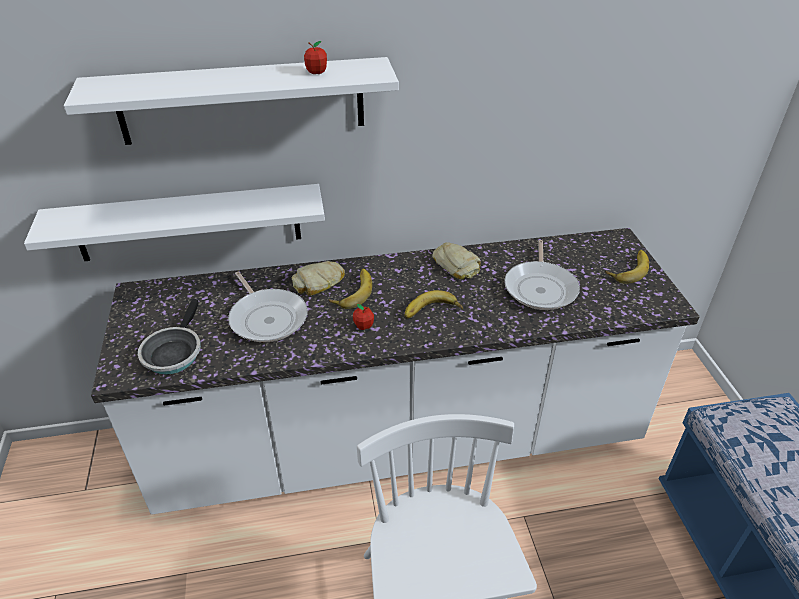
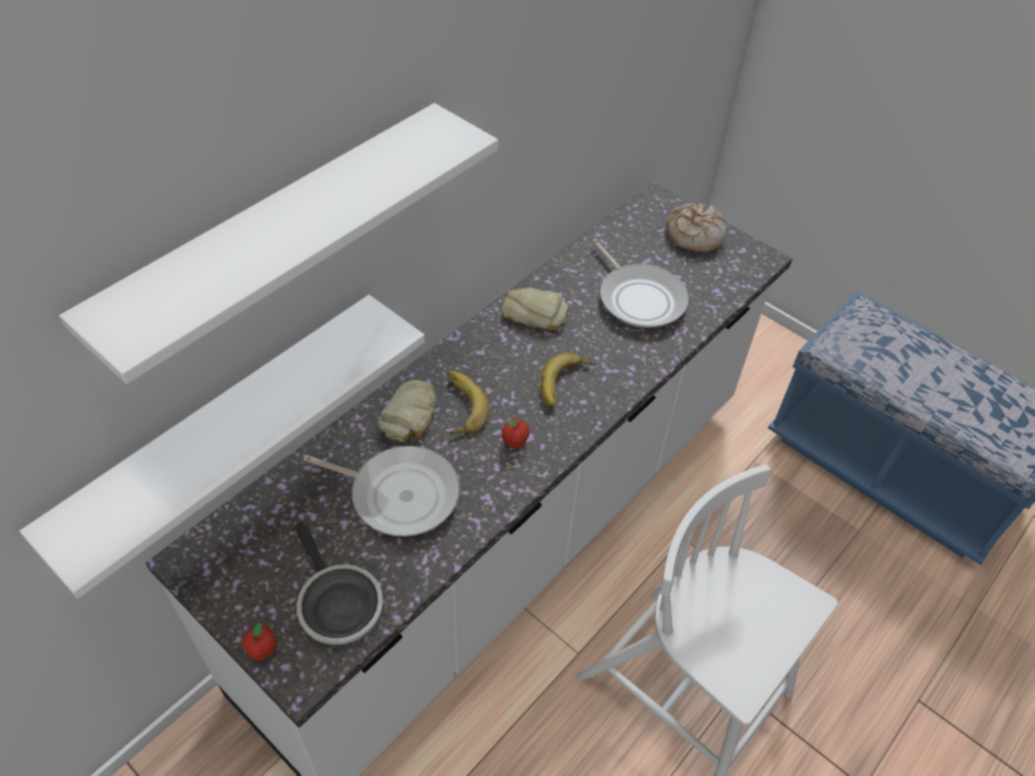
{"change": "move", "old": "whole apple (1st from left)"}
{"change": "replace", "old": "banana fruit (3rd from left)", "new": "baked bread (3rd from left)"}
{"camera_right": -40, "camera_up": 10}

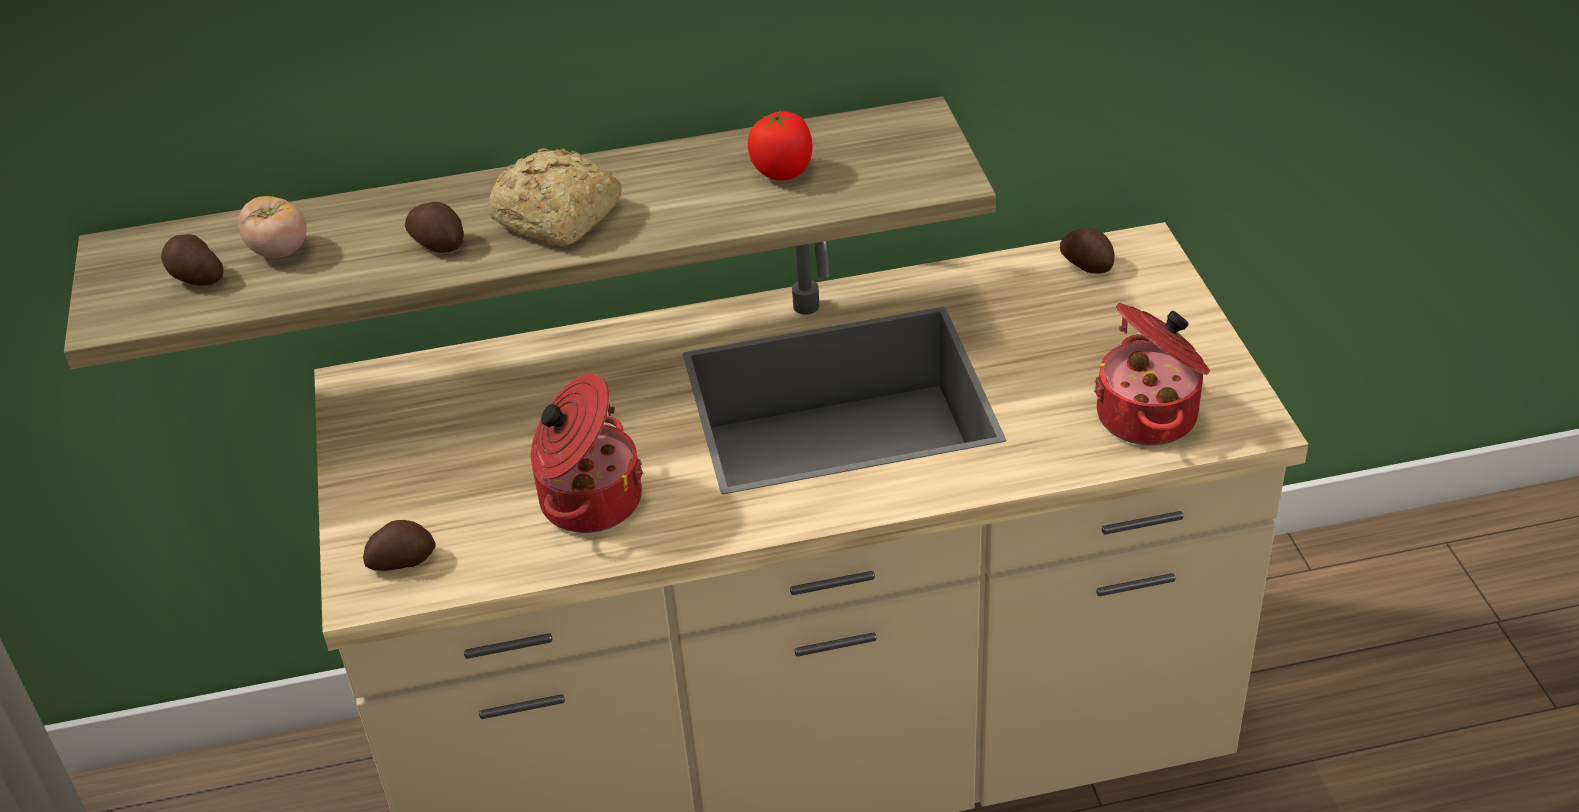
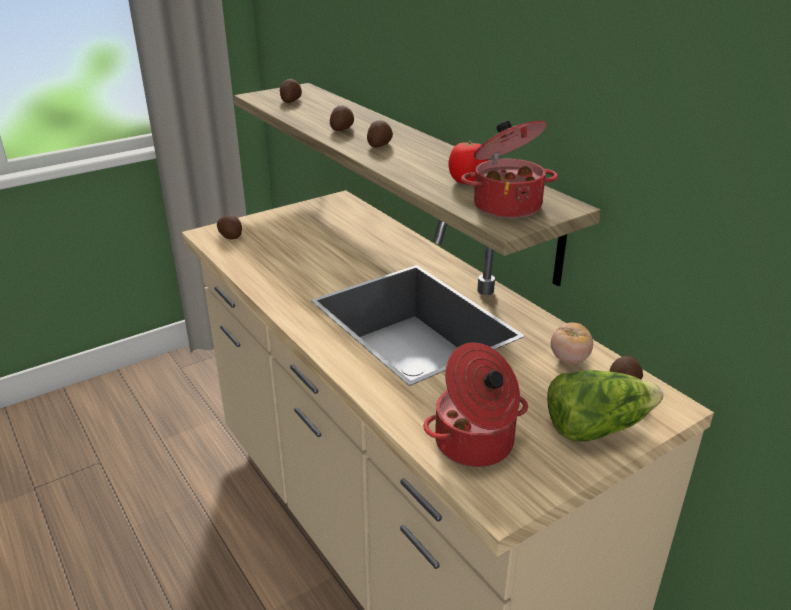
{"change": "insert", "new": "lettuce"}
{"change": "move", "old": "fresh tomato (1st from left in the first image)", "new": "fresh tomato (2nd from left)"}
{"change": "move", "old": "cooking pot (1st from left in the first image)", "new": "cooking pot (2nd from left)"}
{"change": "replace", "old": "baked bread", "new": "potato (4th from left)"}
{"camera_right": 65, "camera_up": -10}

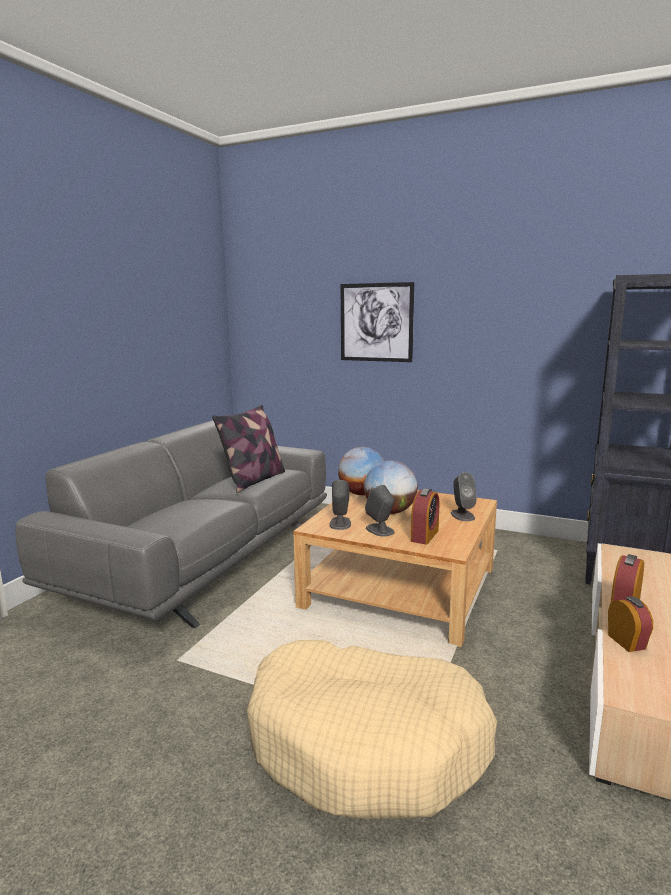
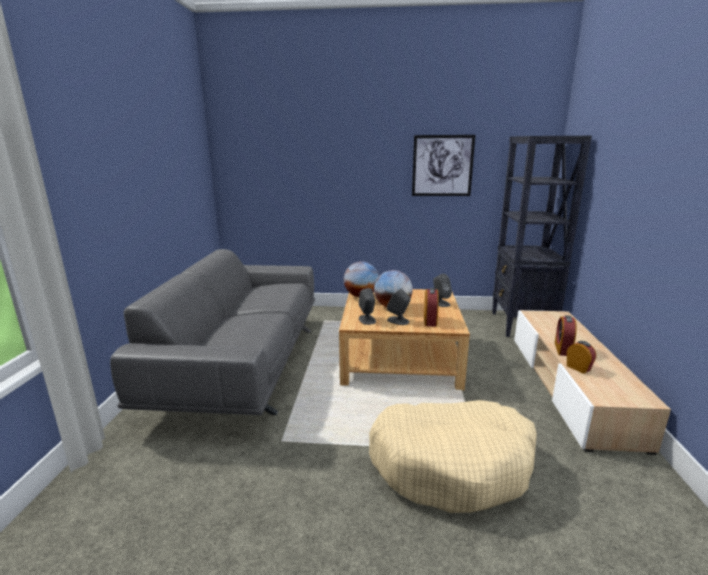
{"change": "delete", "old": "cushion"}
{"change": "move", "old": "picture"}
{"camera_right": -20, "camera_up": 5}

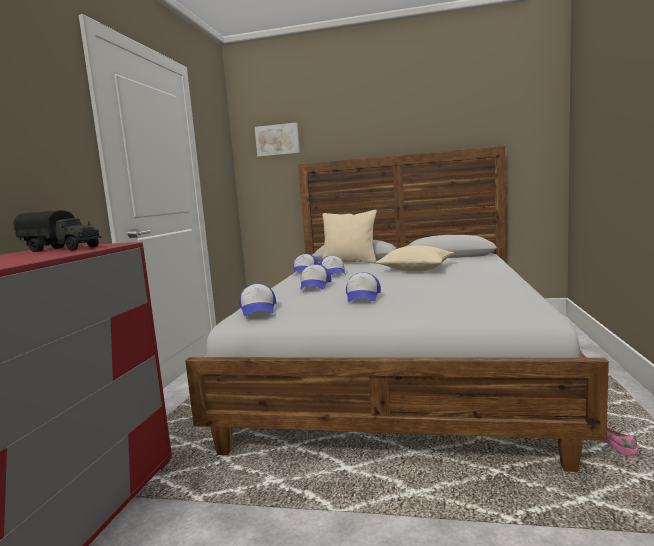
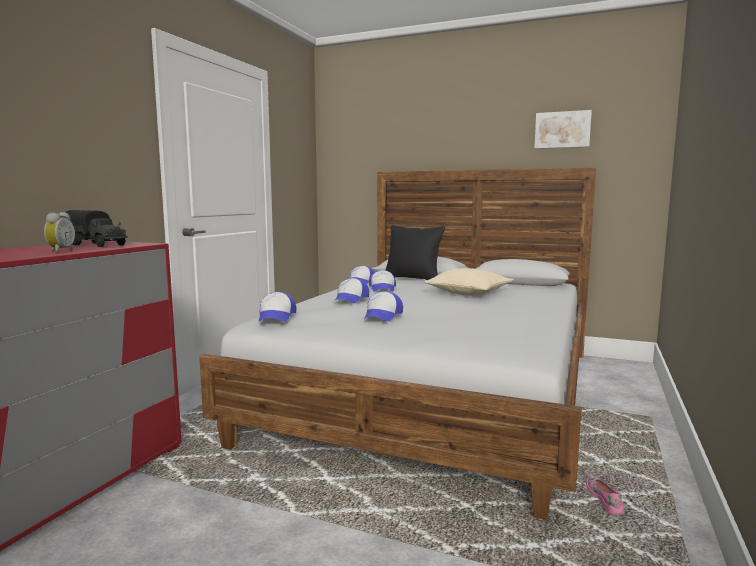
{"change": "insert", "new": "table clock"}
{"change": "move", "old": "picture"}
{"change": "recolor", "old": "cushion in beige-coloured (1st from left)", "new": "cushion in black"}
{"camera_right": 10, "camera_up": 0}

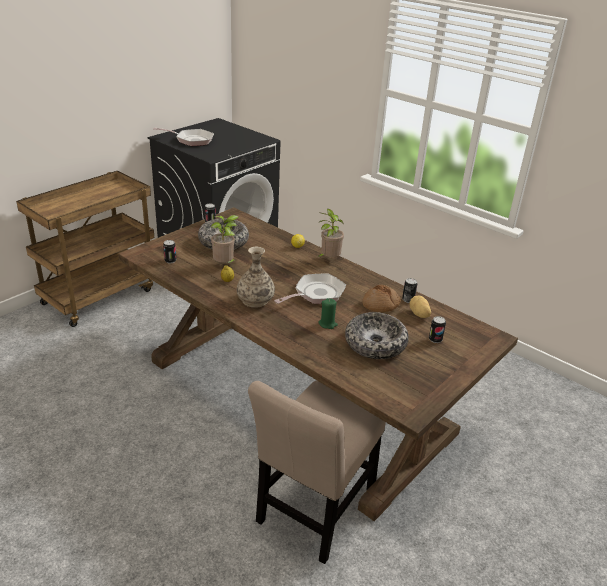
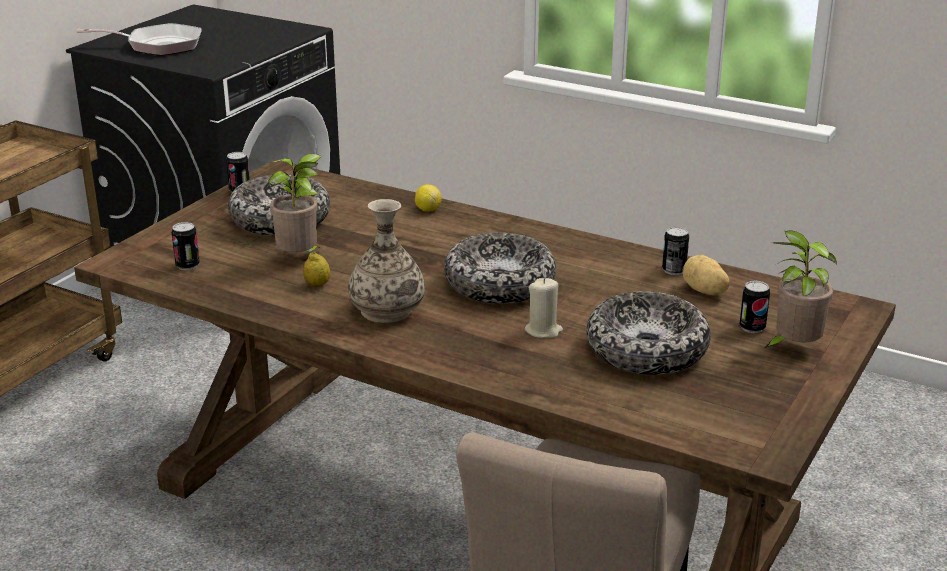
{"change": "delete", "old": "baked bread"}
{"change": "move", "old": "houseplant (2nd from left)"}
{"change": "replace", "old": "pan (2nd from left)", "new": "bowl (2nd from left)"}
{"change": "recolor", "old": "candle in greenish", "new": "candle in beige-coloured"}
{"camera_right": -10, "camera_up": -5}

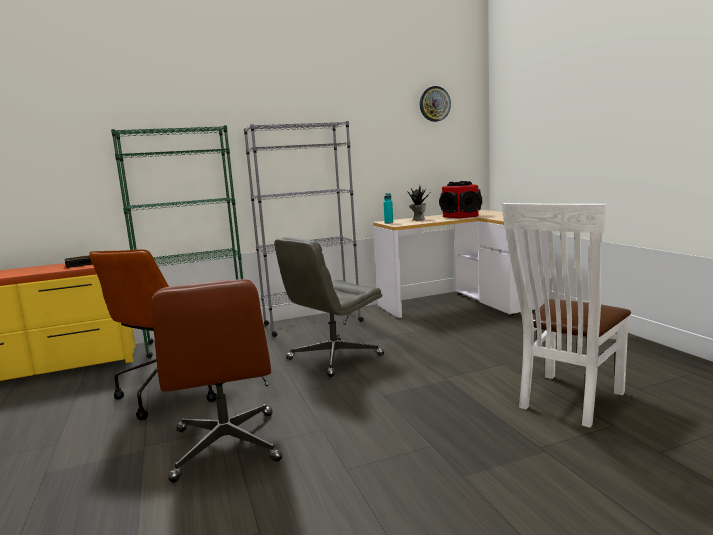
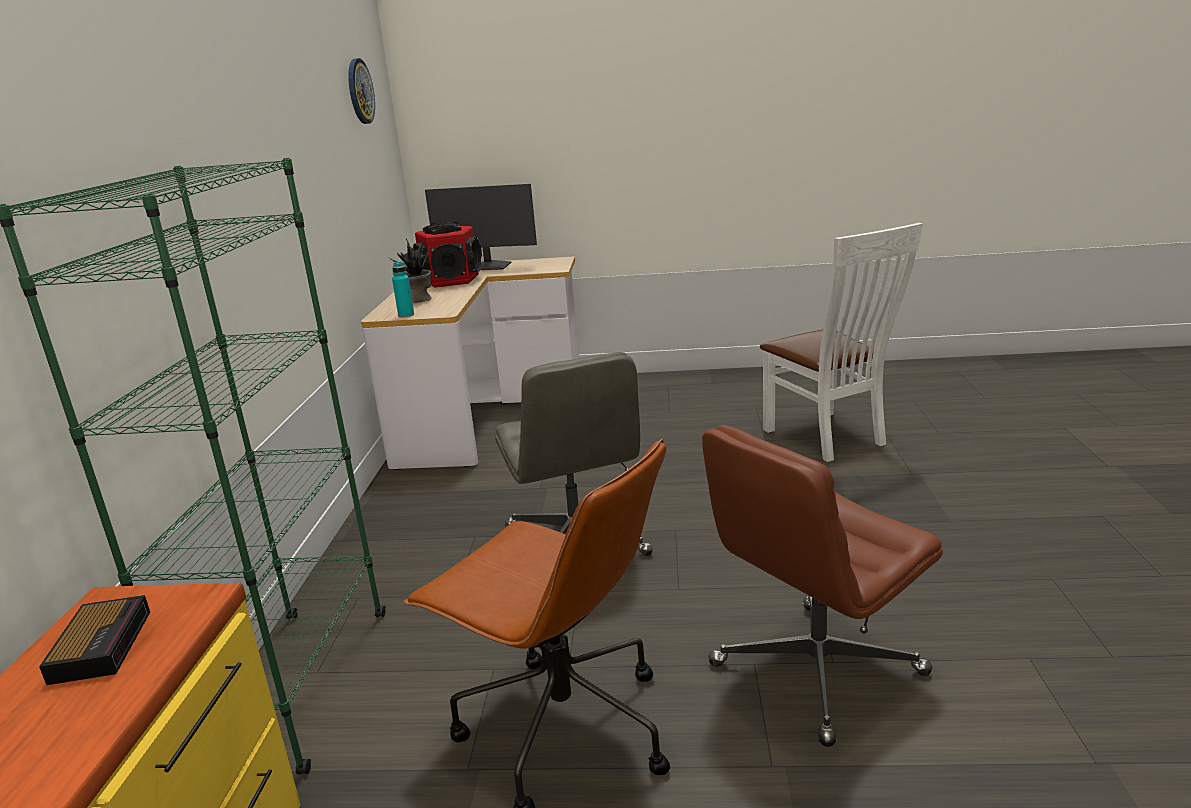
{"change": "delete", "old": "shelving unit in gray"}
{"change": "insert", "new": "monitor"}
{"change": "rotate", "old": "desk chair in brown-coloured (2nd from left)", "degrees": 135}
{"camera_right": -65, "camera_up": 10}

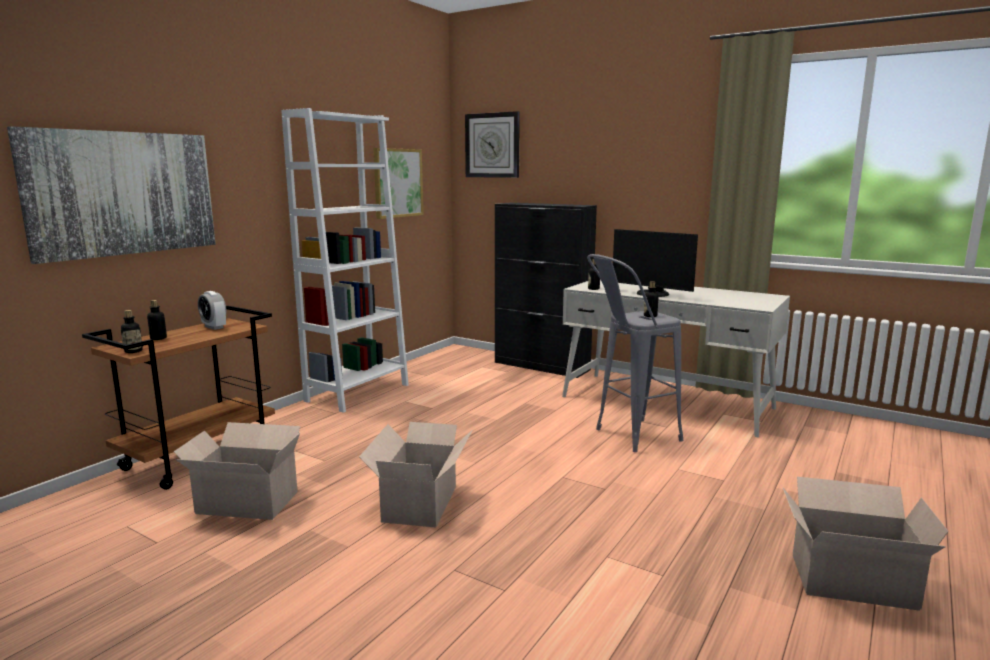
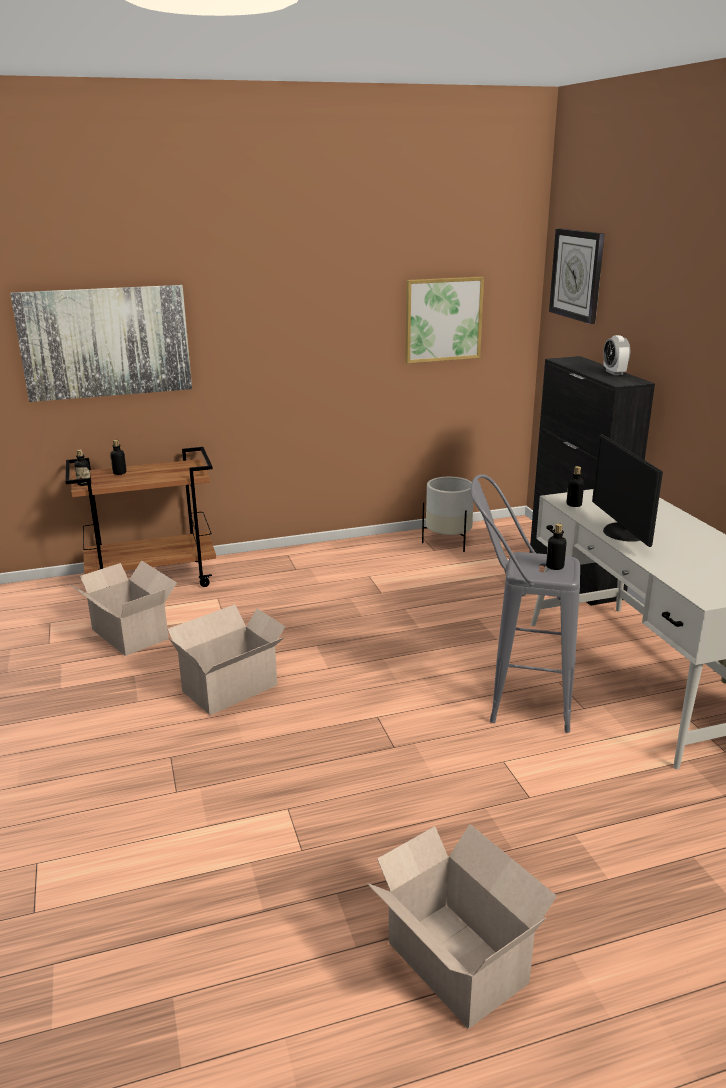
{"change": "delete", "old": "shelving unit in white-coloured"}
{"change": "insert", "new": "plant pot in white-coloured"}
{"change": "move", "old": "table clock"}
{"camera_right": 40, "camera_up": 10}

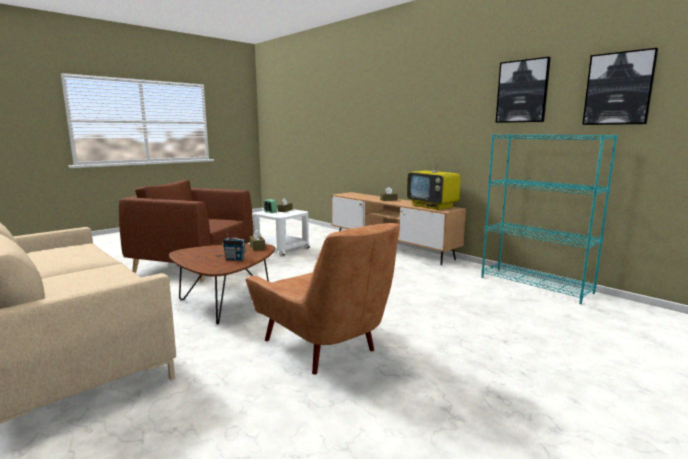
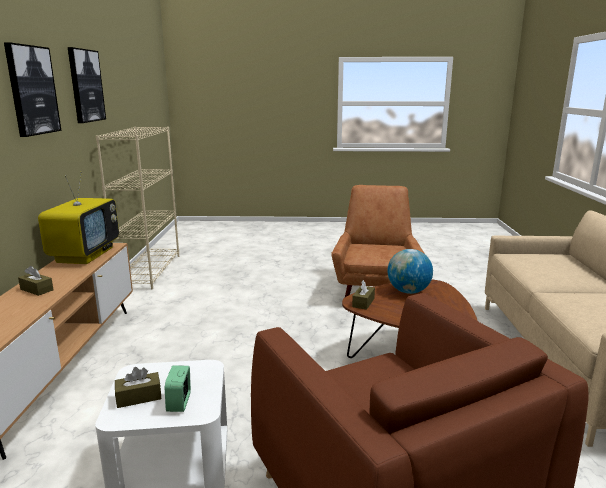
{"change": "move", "old": "picture (2nd from left in the first image)", "new": "picture (1st from left)"}
{"change": "replace", "old": "radio receiver", "new": "world globe"}
{"change": "recolor", "old": "shelving unit in turquoise-coloured", "new": "shelving unit in beige-coloured"}
{"camera_right": -135, "camera_up": 5}

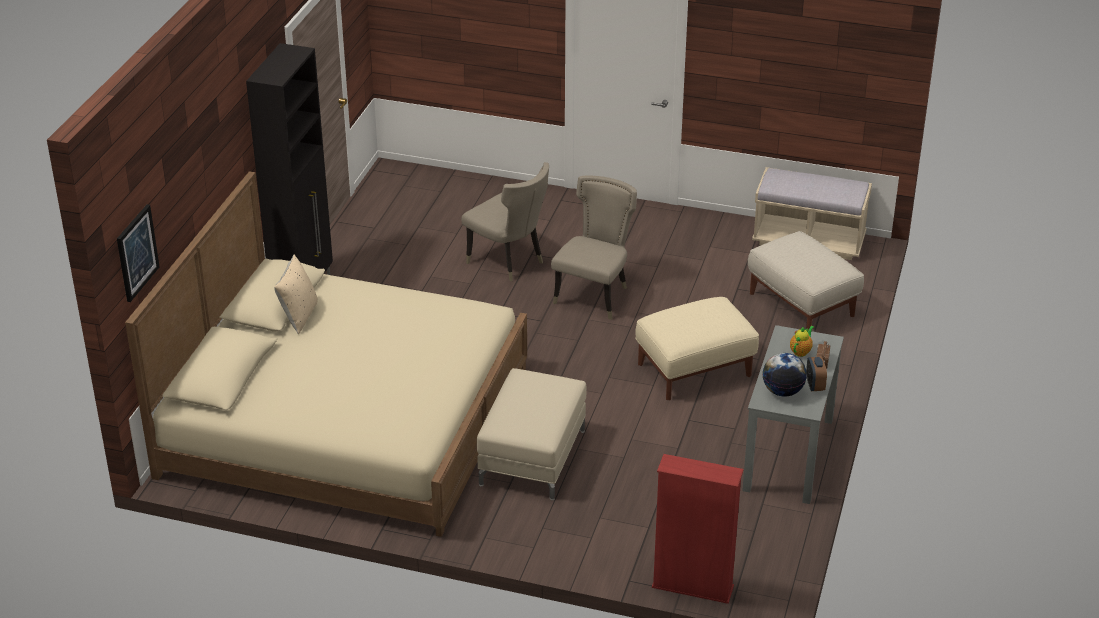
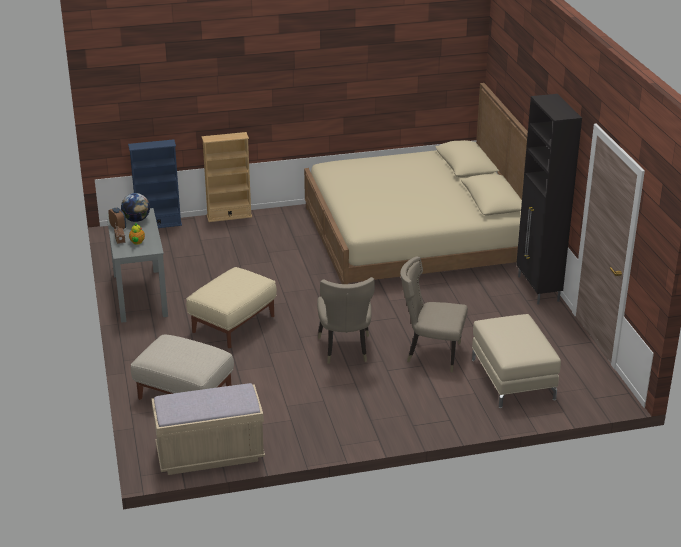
{"change": "delete", "old": "picture"}
{"change": "delete", "old": "cushion in beige-coloured"}
{"change": "insert", "new": "shelving unit in beige-coloured"}
{"change": "move", "old": "footrest in beige-coloured (1st from left in the first image)", "new": "footrest in beige-coloured (3rd from left)"}
{"change": "recolor", "old": "shelving unit in red", "new": "shelving unit in bluish"}
{"camera_right": 150, "camera_up": -5}

